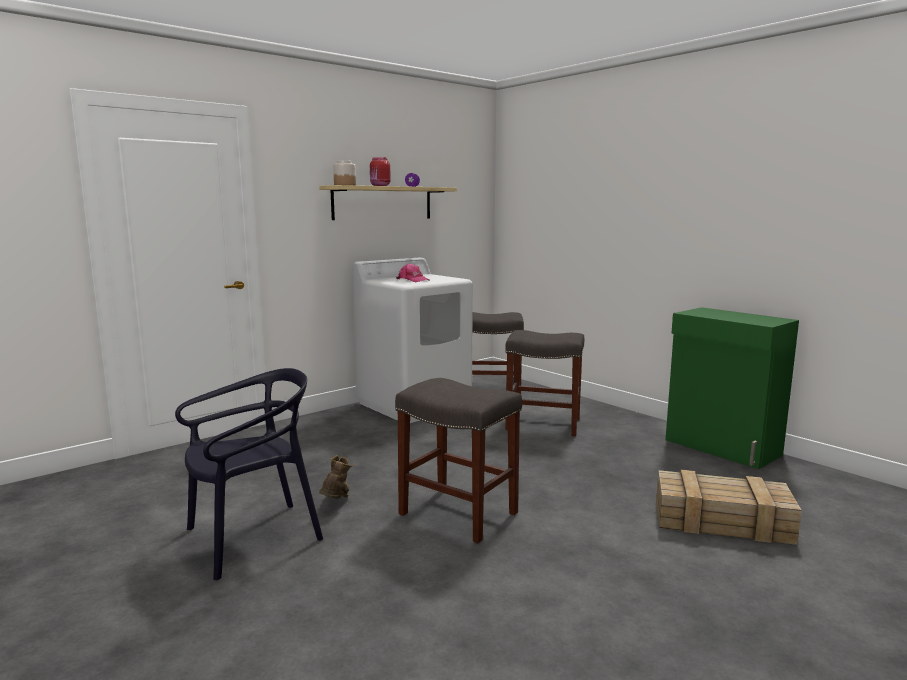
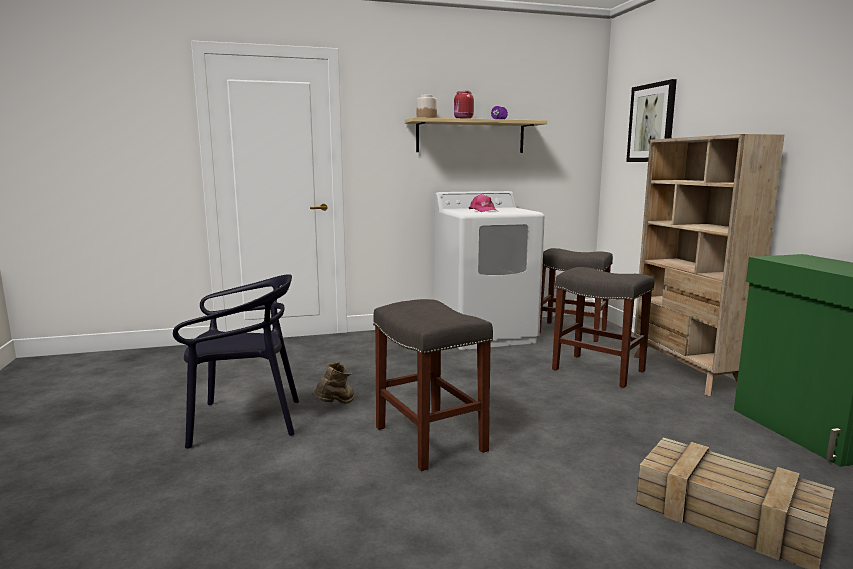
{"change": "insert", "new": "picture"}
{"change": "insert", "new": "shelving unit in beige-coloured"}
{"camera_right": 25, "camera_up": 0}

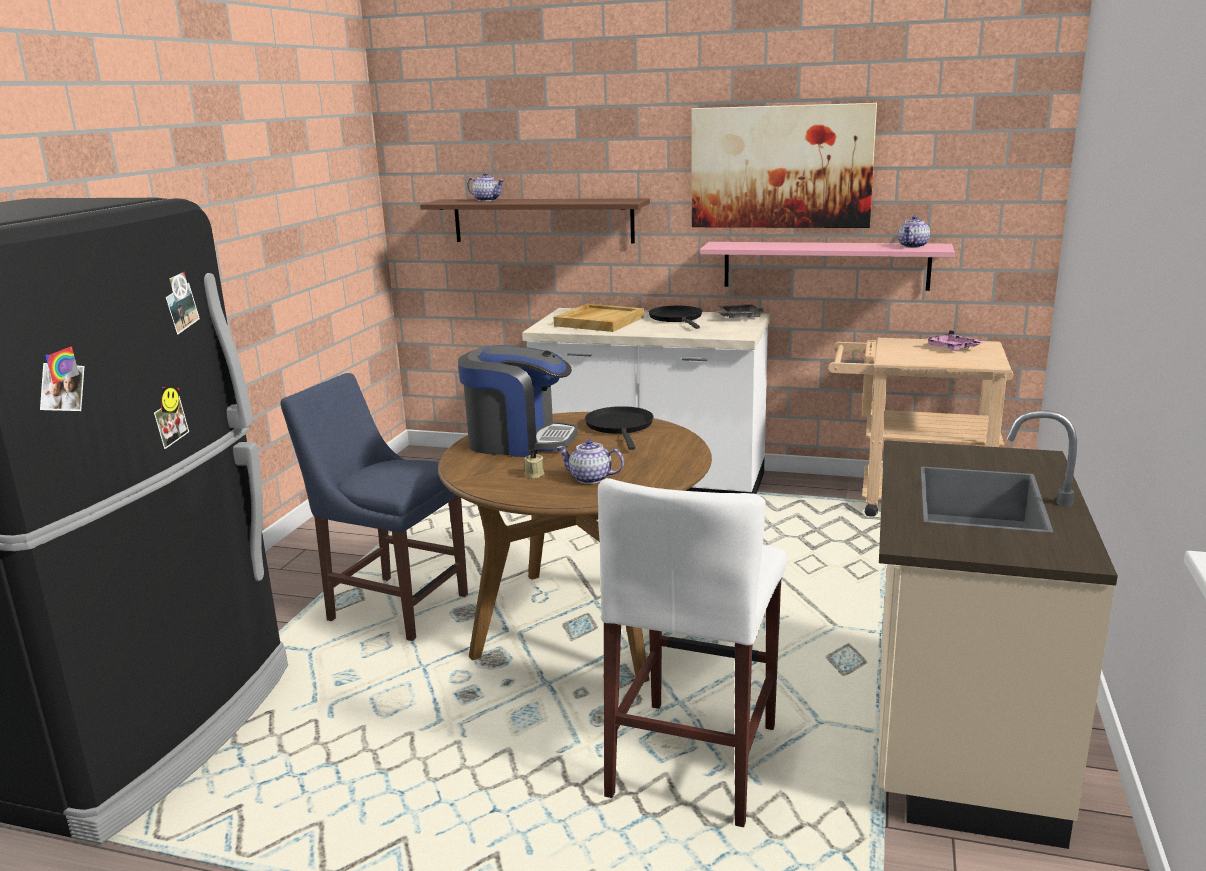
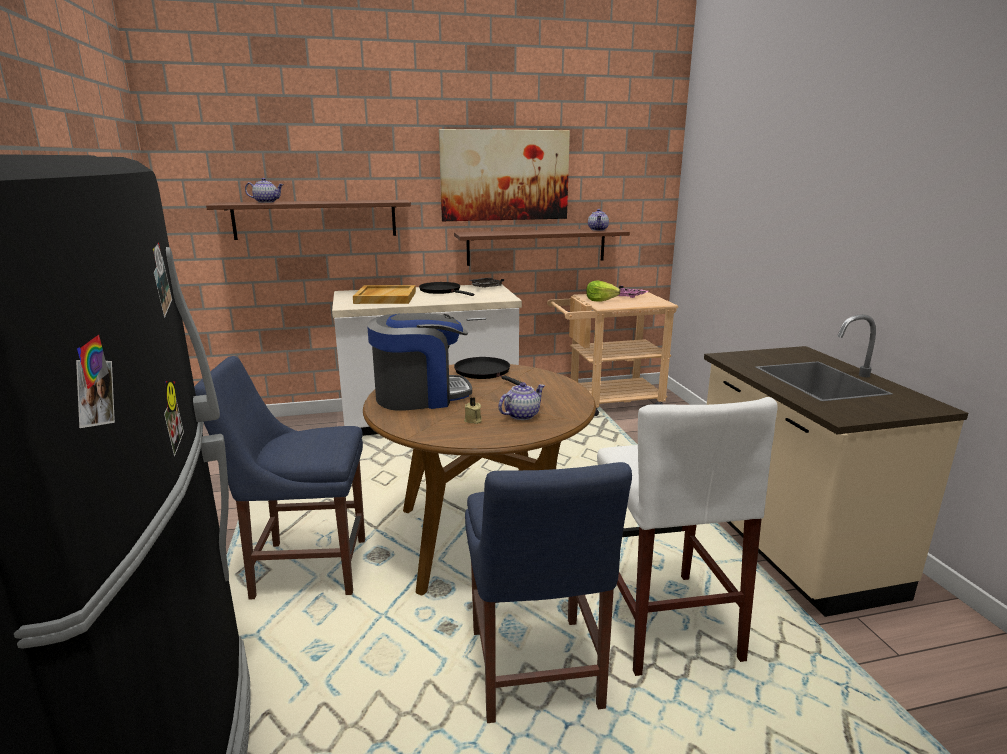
{"change": "insert", "new": "chair in bluish (2nd from left)"}
{"change": "insert", "new": "lettuce"}
{"change": "recolor", "old": "shelf in pink", "new": "shelf in brown-coloured (2nd from left)"}
{"change": "rotate", "old": "pot for tea (2nd from left)", "degrees": 150}
{"camera_right": -30, "camera_up": 0}

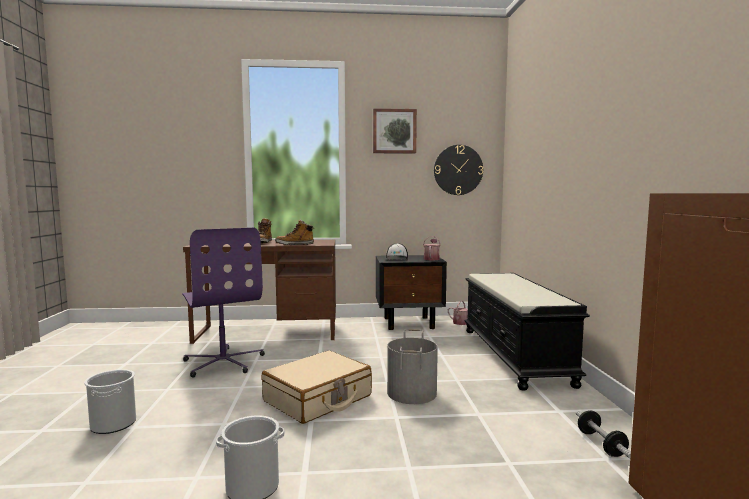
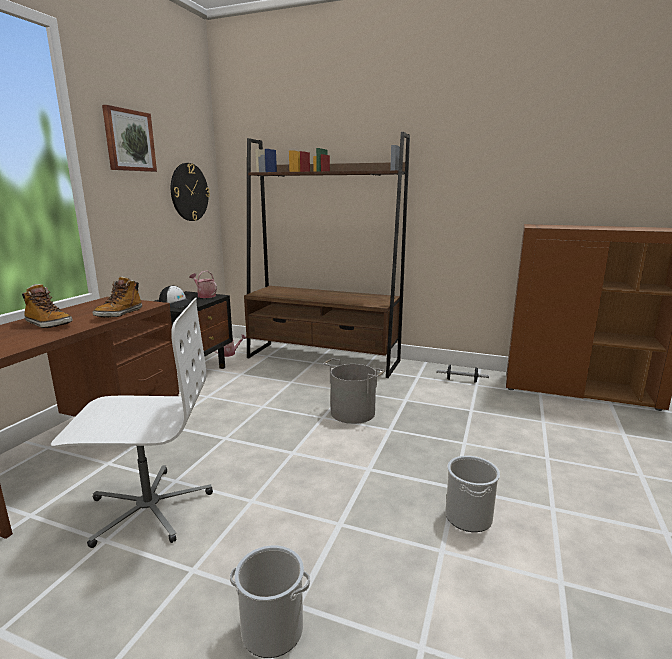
{"change": "delete", "old": "travel case in beige-coloured"}
{"change": "replace", "old": "long seat in black", "new": "shelving unit in brown-coloured"}
{"change": "recolor", "old": "desk chair in purplish", "new": "desk chair in white-coloured"}
{"camera_right": -65, "camera_up": 10}

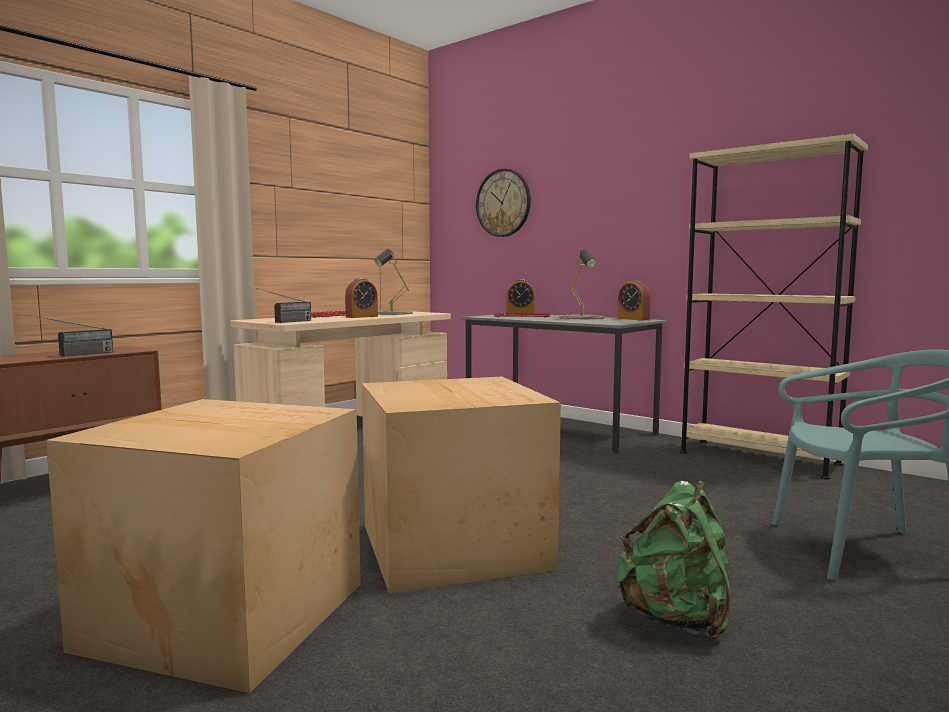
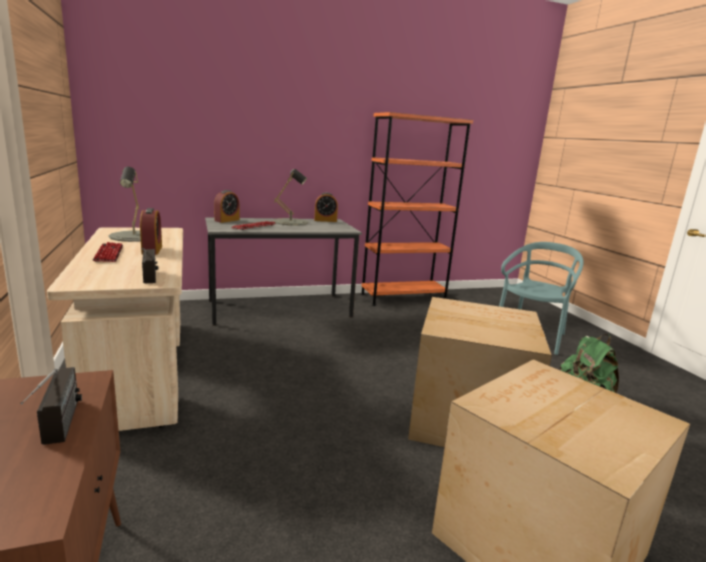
{"change": "delete", "old": "hanging clock"}
{"change": "recolor", "old": "shelving unit in beige-coloured", "new": "shelving unit in orange-coloured"}
{"camera_right": -60, "camera_up": 10}

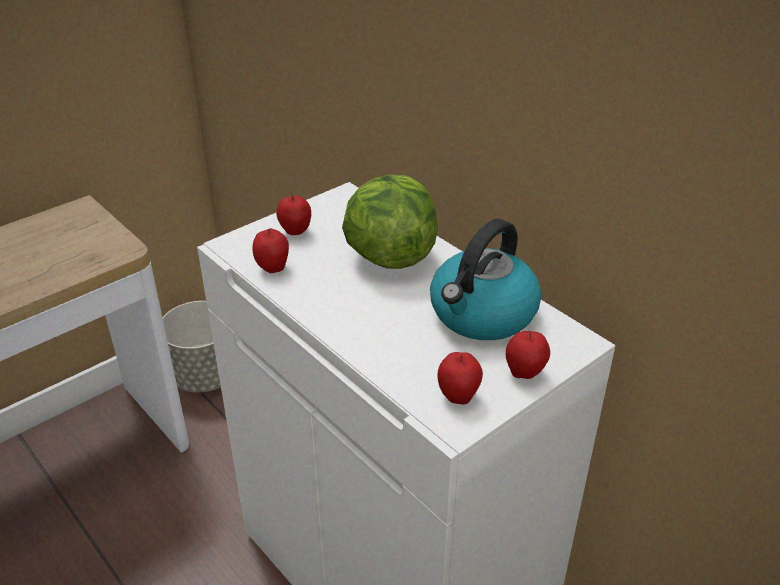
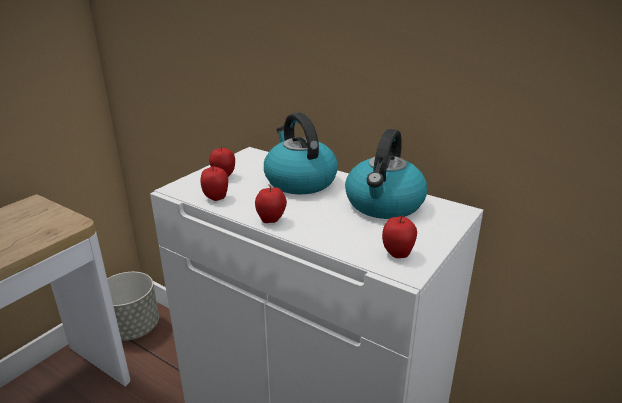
{"change": "move", "old": "whole apple (4th from left in the first image)", "new": "whole apple (3rd from left)"}
{"change": "replace", "old": "lettuce", "new": "kettle (1st from left)"}
{"camera_right": -15, "camera_up": -10}

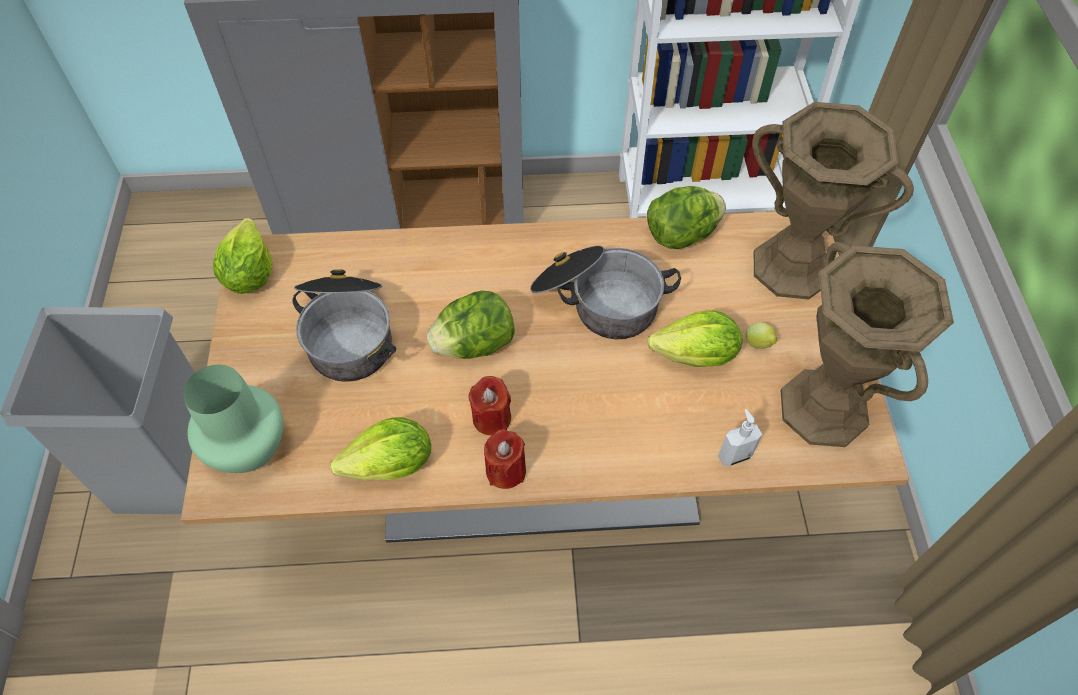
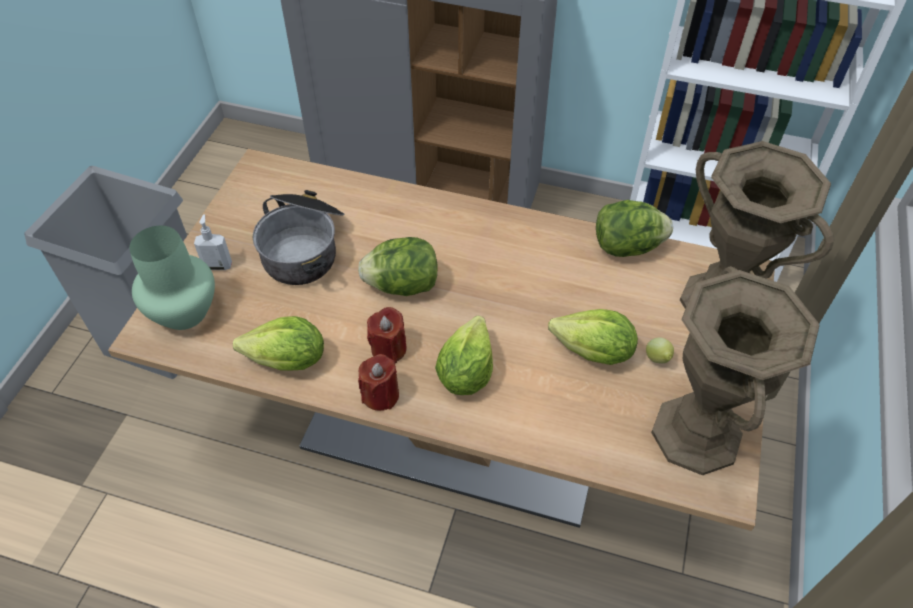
{"change": "delete", "old": "cooking pot (2nd from left)"}
{"change": "move", "old": "lettuce (1st from left in the first image)", "new": "lettuce (3rd from left)"}
{"change": "move", "old": "soap bottle"}
{"camera_right": 20, "camera_up": -5}

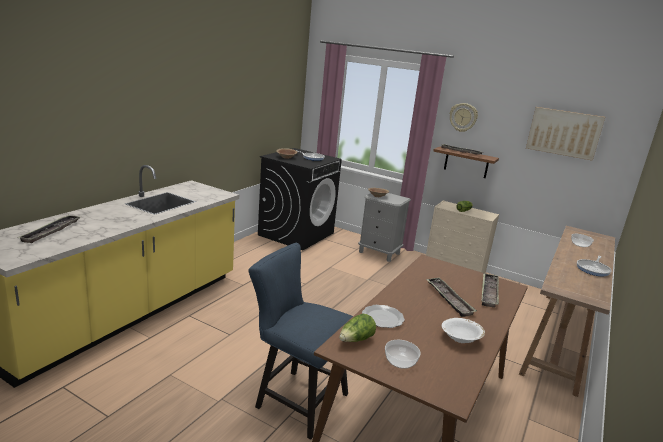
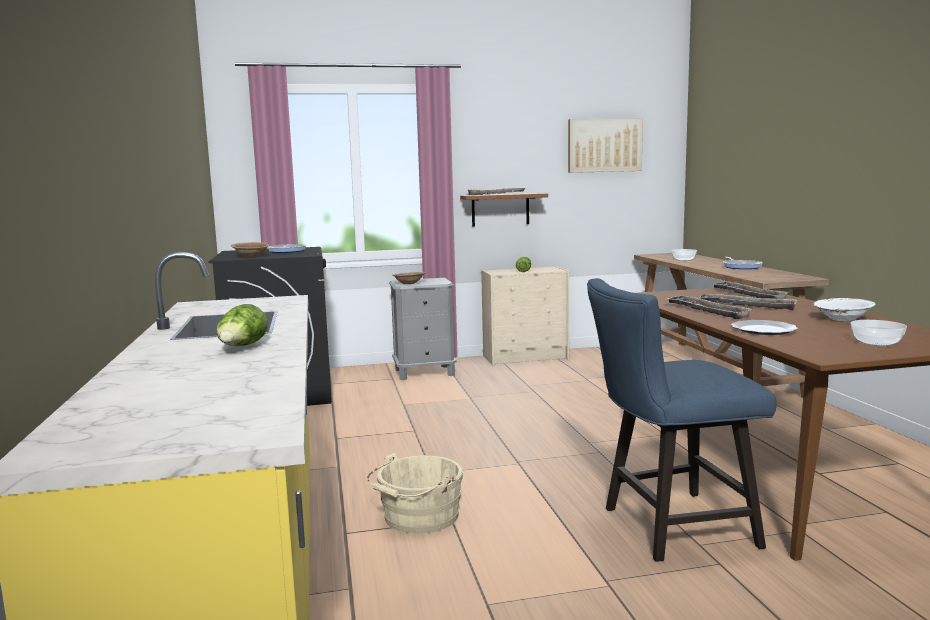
{"change": "delete", "old": "hanging clock"}
{"change": "insert", "new": "pail in beige-coloured"}
{"change": "move", "old": "serving tray (1st from left in the first image)", "new": "serving tray (2nd from left)"}
{"change": "move", "old": "lettuce (1st from left)"}
{"camera_right": -40, "camera_up": -10}

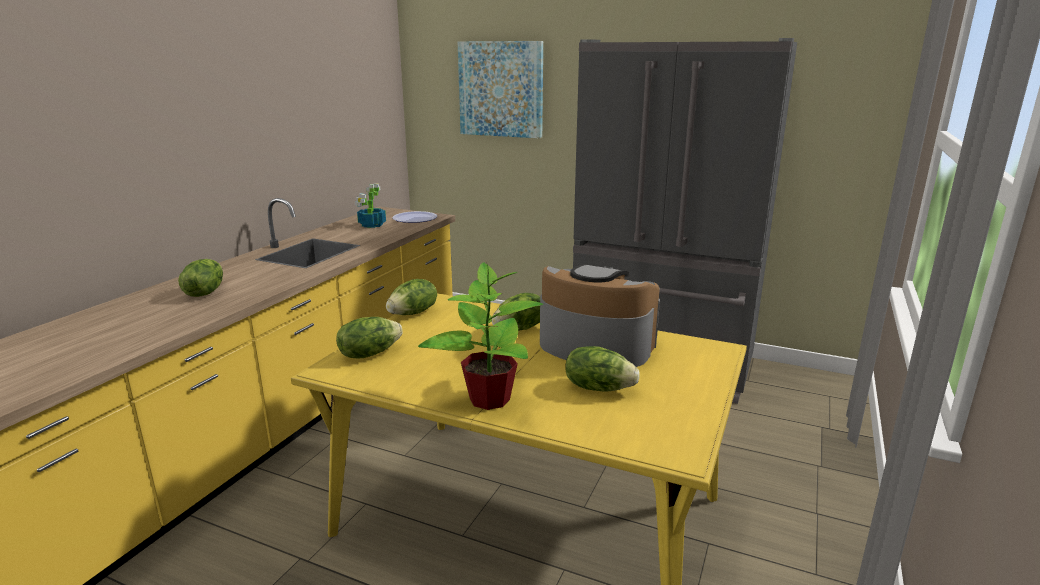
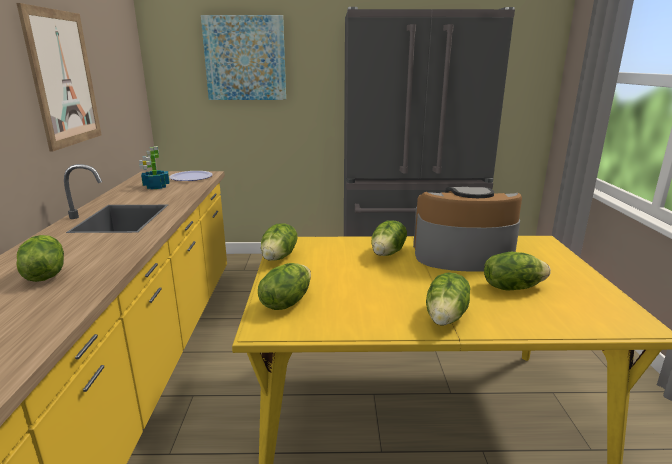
{"change": "insert", "new": "picture (1st from left)"}
{"change": "replace", "old": "houseplant (2nd from left)", "new": "lettuce (5th from left)"}
{"camera_right": -25, "camera_up": 0}

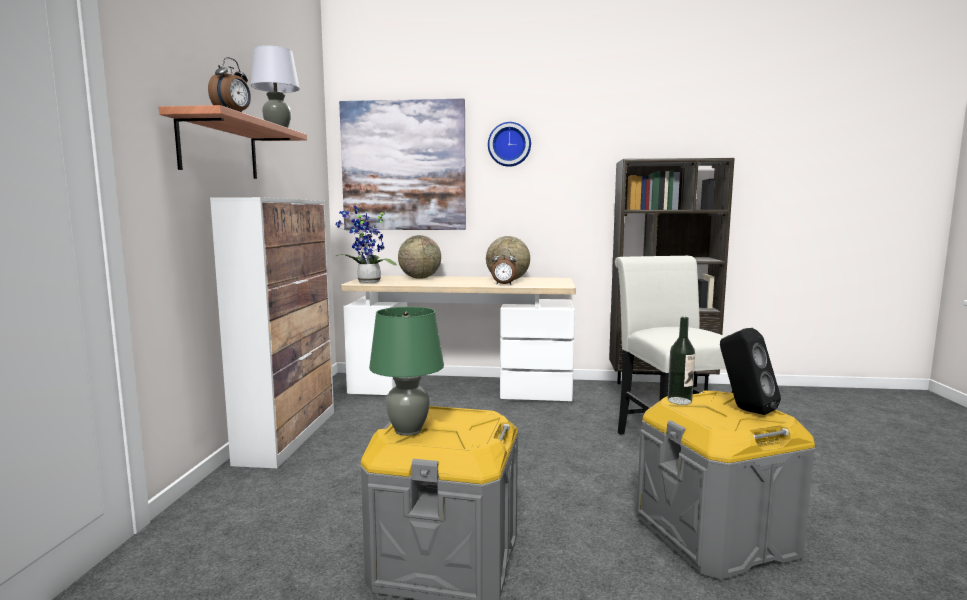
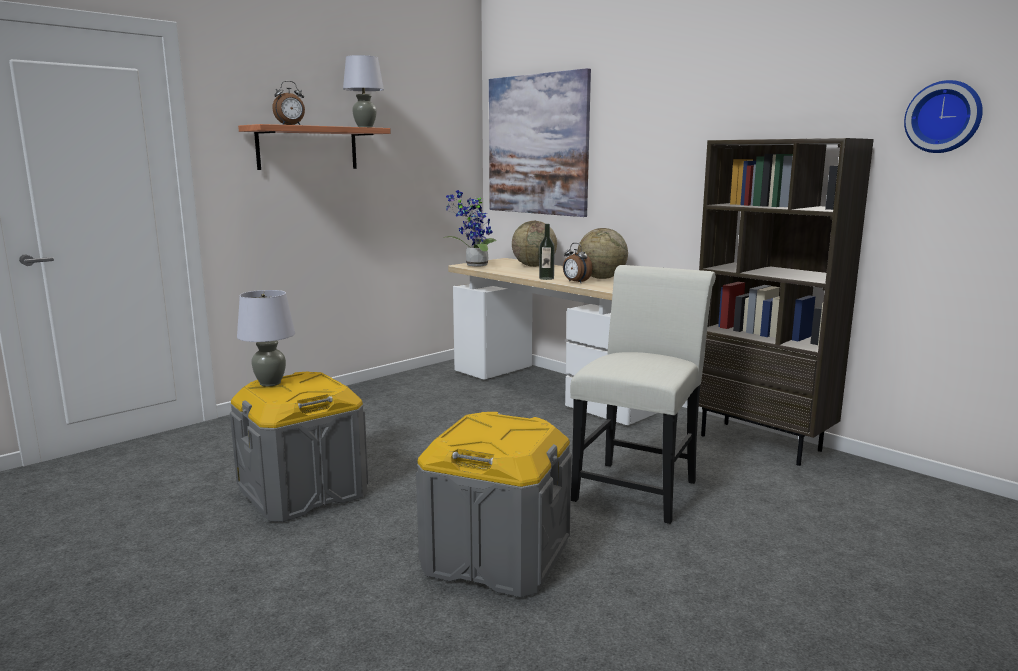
{"change": "delete", "old": "cabinet"}
{"change": "delete", "old": "loudspeaker in black"}
{"change": "move", "old": "hanging clock"}
{"change": "move", "old": "bottle"}
{"change": "recolor", "old": "tabletop lamp in greenish", "new": "tabletop lamp in gray (1st from left)"}
{"camera_right": 40, "camera_up": 5}

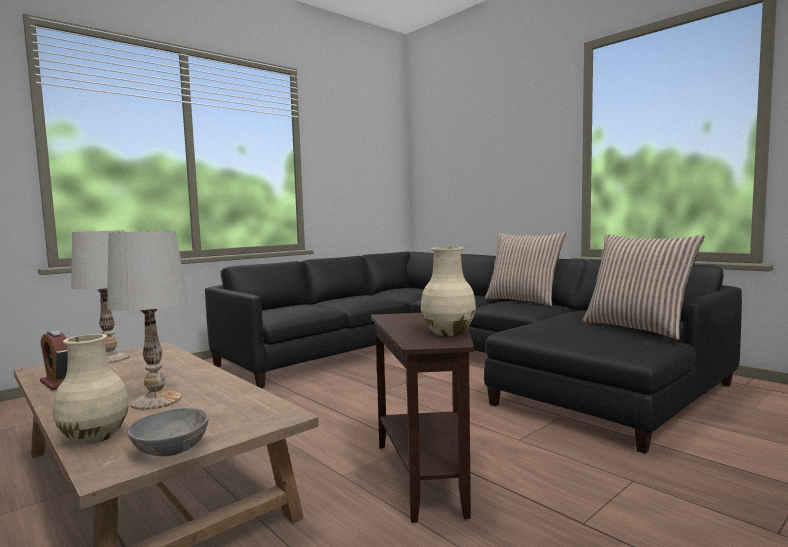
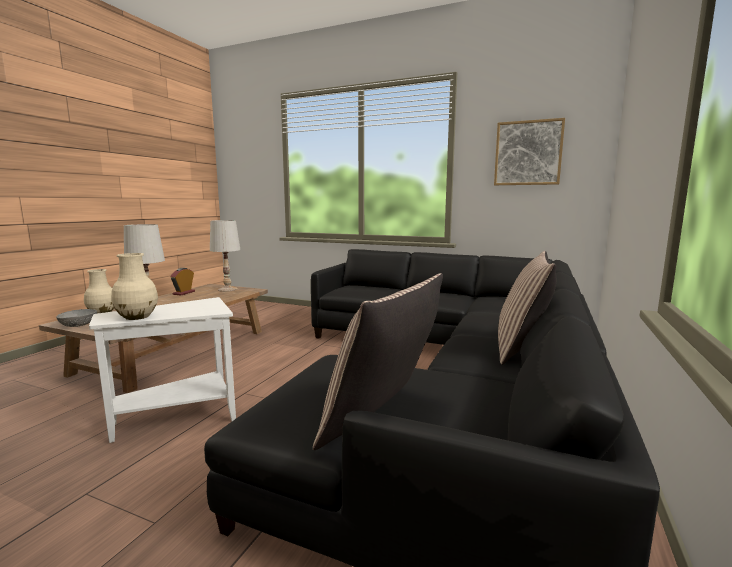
{"change": "insert", "new": "picture"}
{"change": "recolor", "old": "end table in brown-coloured", "new": "end table in white-coloured"}
{"camera_right": 65, "camera_up": 5}

